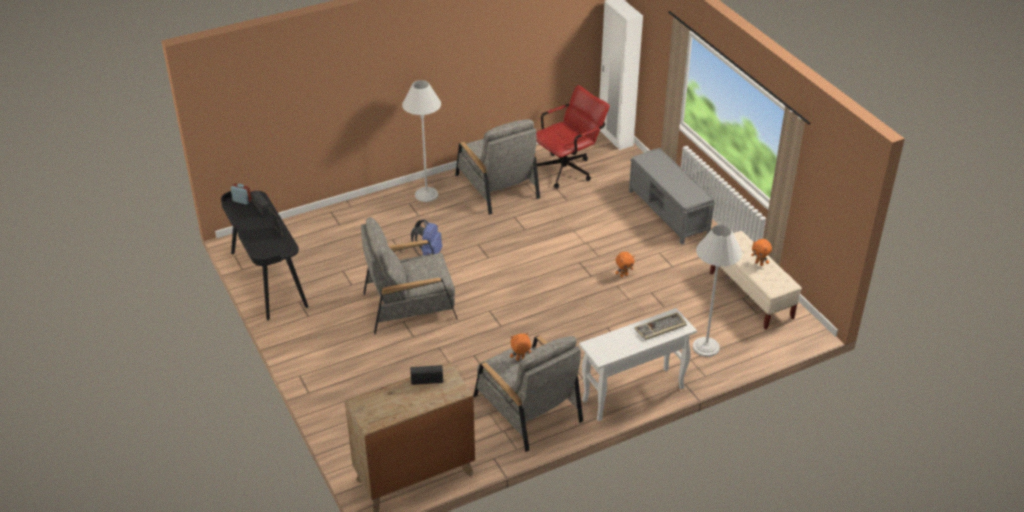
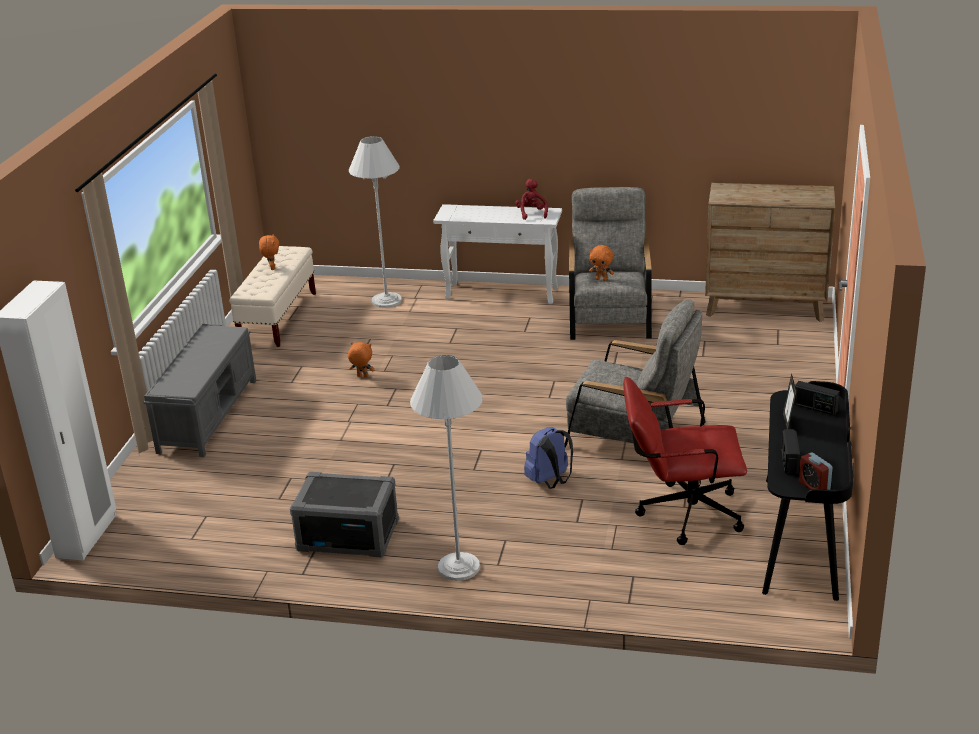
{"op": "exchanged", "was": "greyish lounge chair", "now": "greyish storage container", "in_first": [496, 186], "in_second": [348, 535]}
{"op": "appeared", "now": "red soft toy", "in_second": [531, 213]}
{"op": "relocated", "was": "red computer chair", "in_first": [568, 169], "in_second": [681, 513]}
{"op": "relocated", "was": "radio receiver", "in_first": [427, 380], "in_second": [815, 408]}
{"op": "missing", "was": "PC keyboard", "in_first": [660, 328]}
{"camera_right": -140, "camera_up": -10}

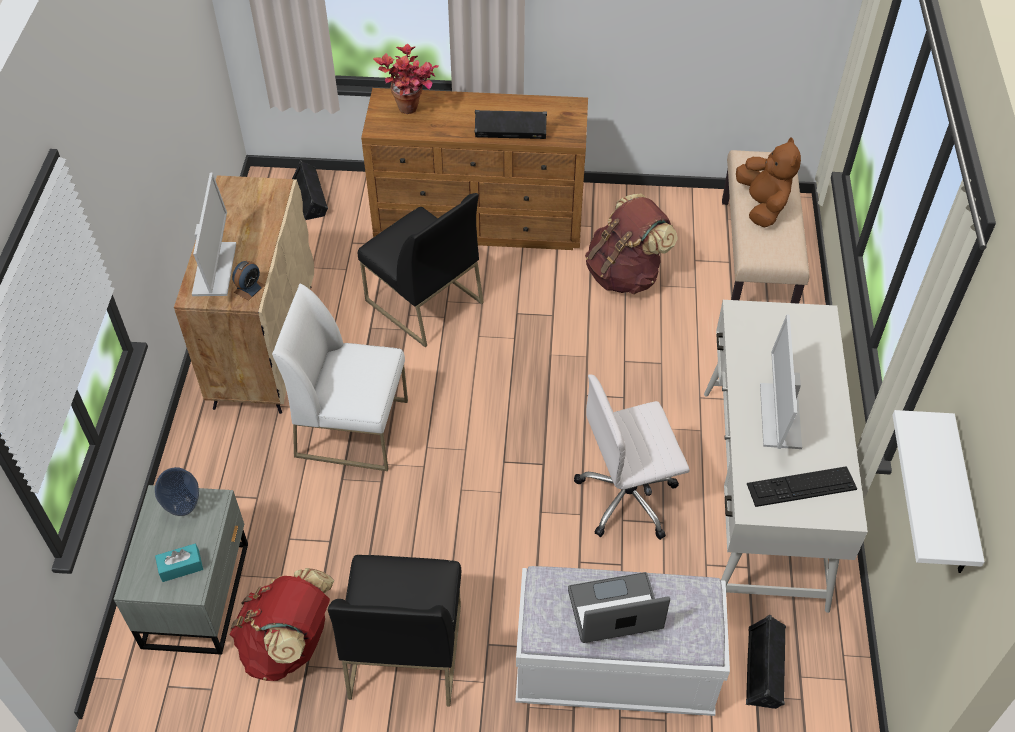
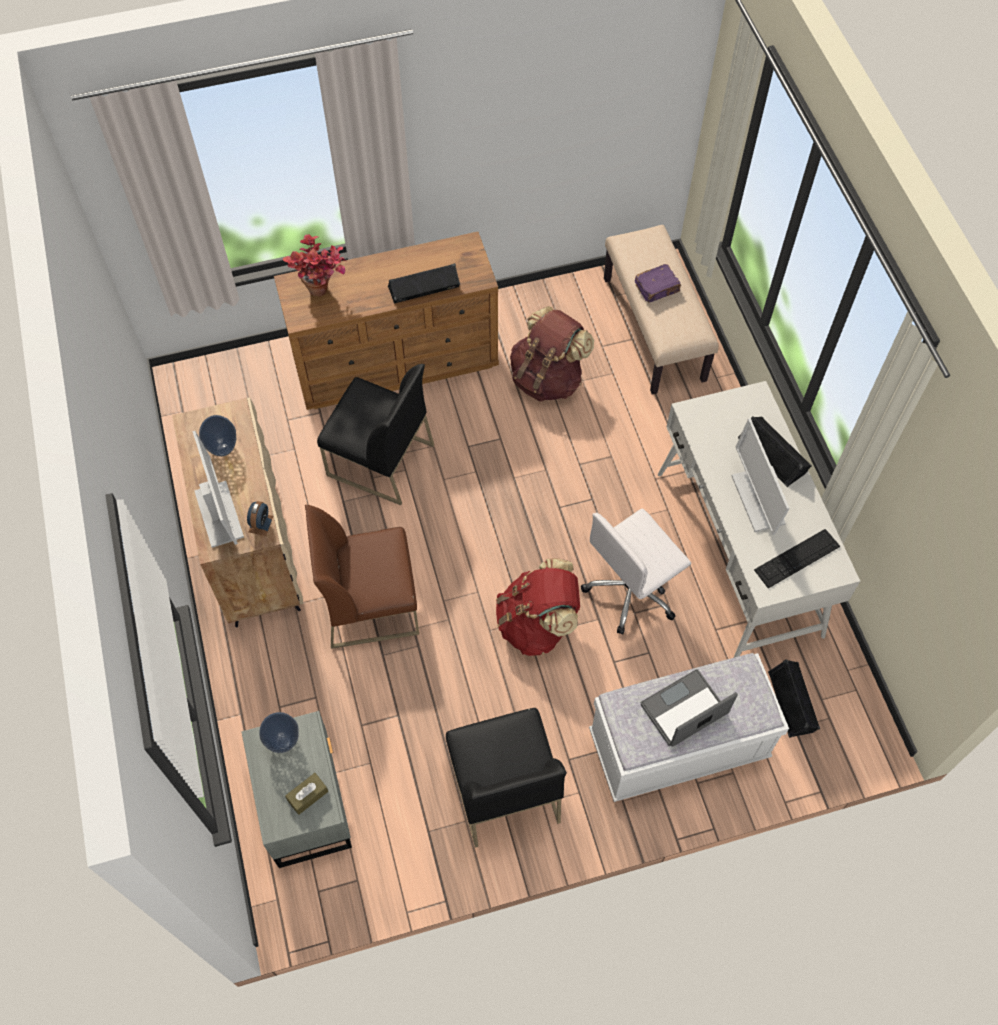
{"op": "appeared", "now": "decorative vase", "in_second": [222, 449]}
{"op": "colour", "was": "turquoise box of tissues", "now": "brownish box of tissues", "in_first": [181, 567], "in_second": [308, 795]}
{"op": "colour", "was": "white plain chair", "now": "brownish plain chair", "in_first": [353, 427], "in_second": [371, 603]}
{"op": "relocated", "was": "red backpack", "in_first": [289, 645], "in_second": [537, 624]}
{"op": "exchanged", "was": "brownish soft toy", "now": "purplish bound book", "in_first": [762, 206], "in_second": [657, 288]}
{"op": "relocated", "was": "blackish audio speaker", "in_first": [311, 197], "in_second": [774, 453]}
{"op": "missing", "was": "white bracket shelf", "in_first": [959, 501]}
{"camera_right": -20, "camera_up": 10}

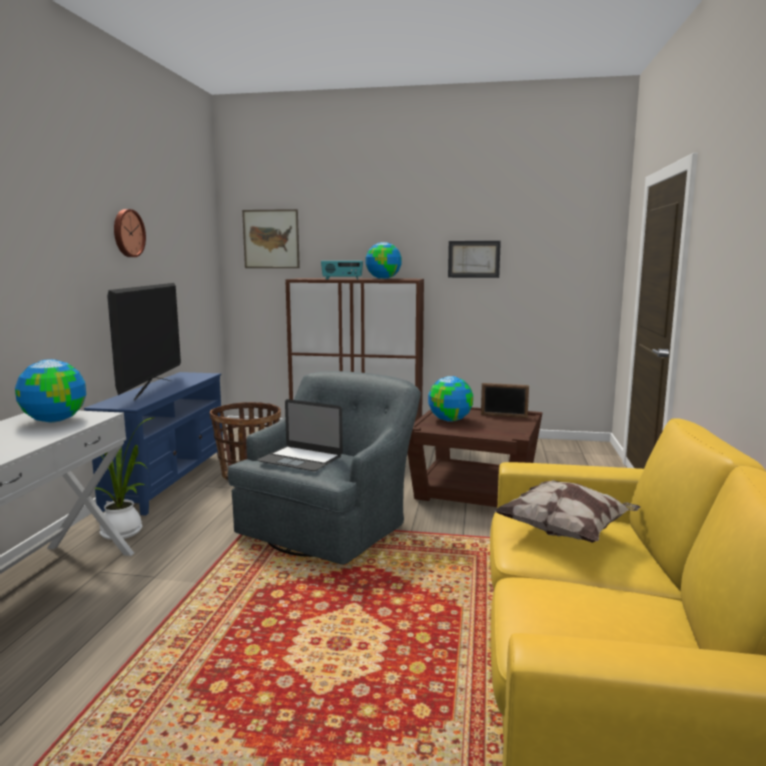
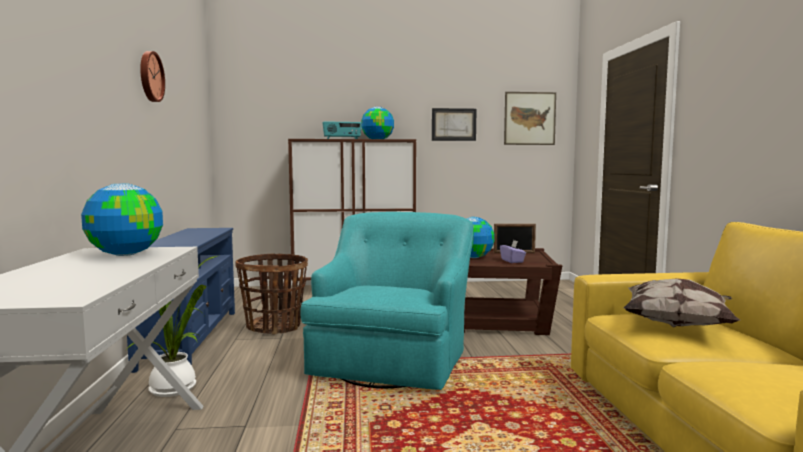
{"op": "colour", "was": "greyish lounge chair", "now": "turquoise lounge chair", "in_first": [331, 525], "in_second": [393, 359]}
{"op": "appeared", "now": "purplish box of tissues", "in_second": [512, 261]}
{"op": "relocated", "was": "picture", "in_first": [271, 239], "in_second": [529, 118]}
{"op": "missing", "was": "television", "in_first": [152, 390]}
{"op": "missing", "was": "notebook computer", "in_first": [300, 459]}
{"camera_right": -15, "camera_up": -5}

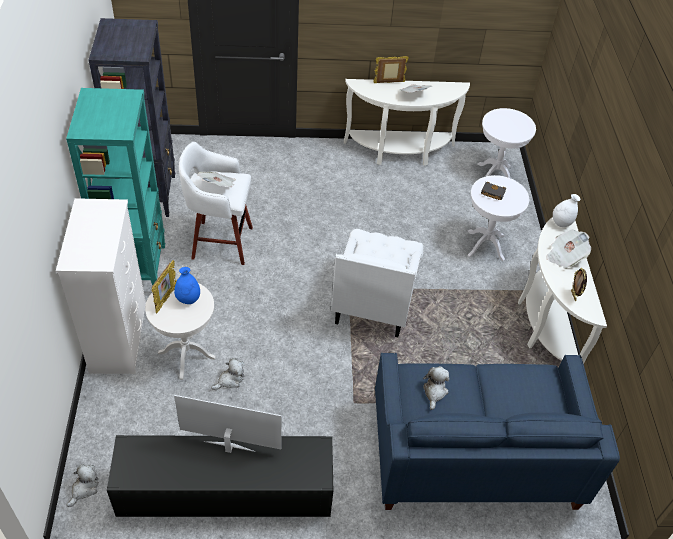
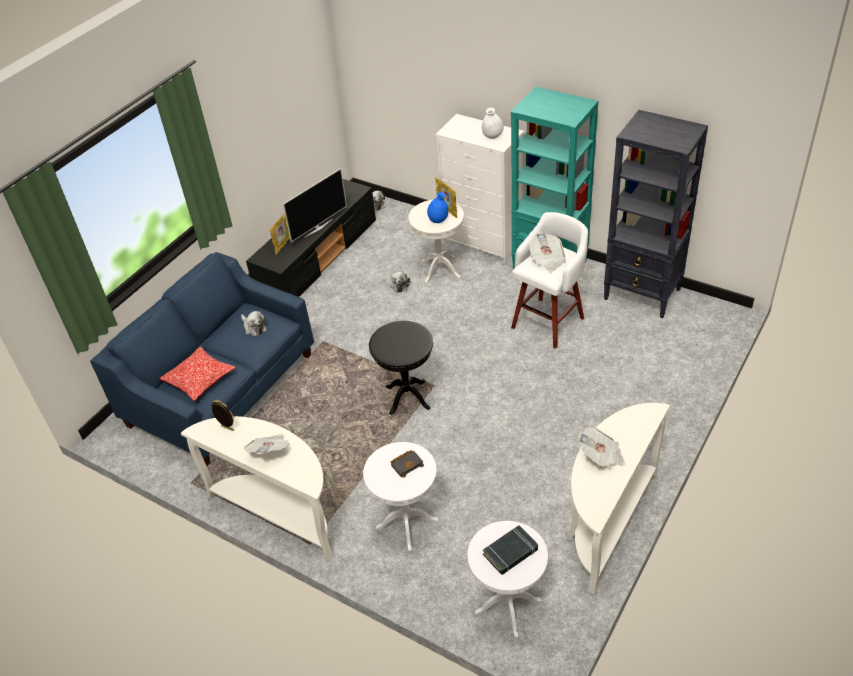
{"op": "appeared", "now": "throw pillow", "in_second": [199, 379]}
{"op": "relocated", "was": "photo frame", "in_first": [389, 83], "in_second": [283, 245]}
{"op": "exchanged", "was": "white lounge chair", "now": "blackish end table", "in_first": [374, 300], "in_second": [407, 397]}
{"op": "relocated", "was": "white decorative vase", "in_first": [561, 223], "in_second": [492, 137]}
{"op": "appeared", "now": "blackish bound book", "in_second": [510, 552]}
{"camera_right": 130, "camera_up": -5}

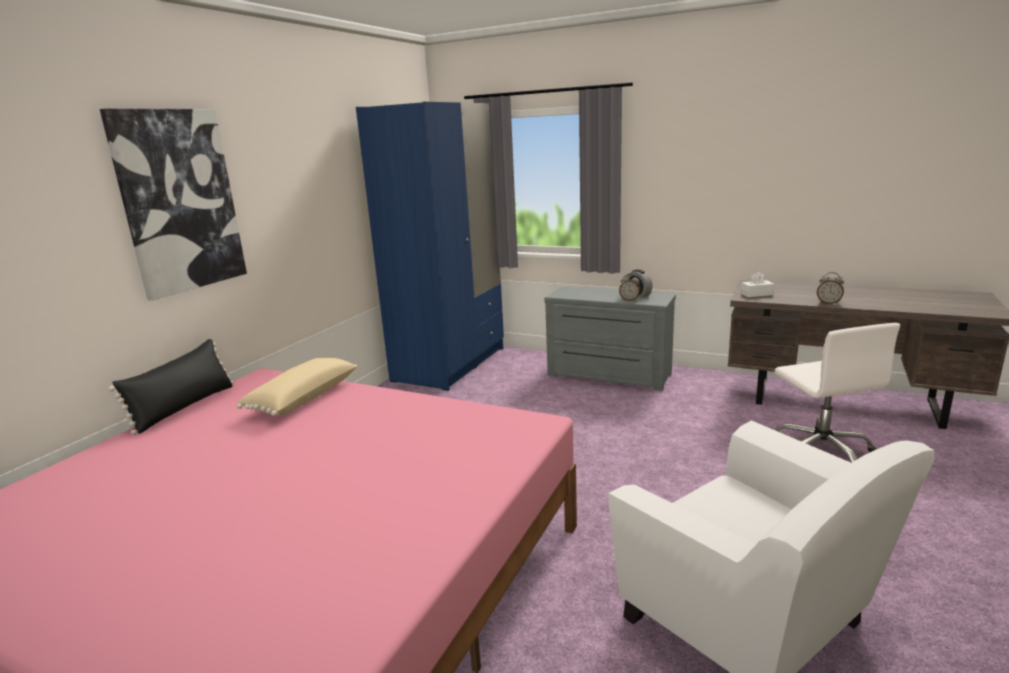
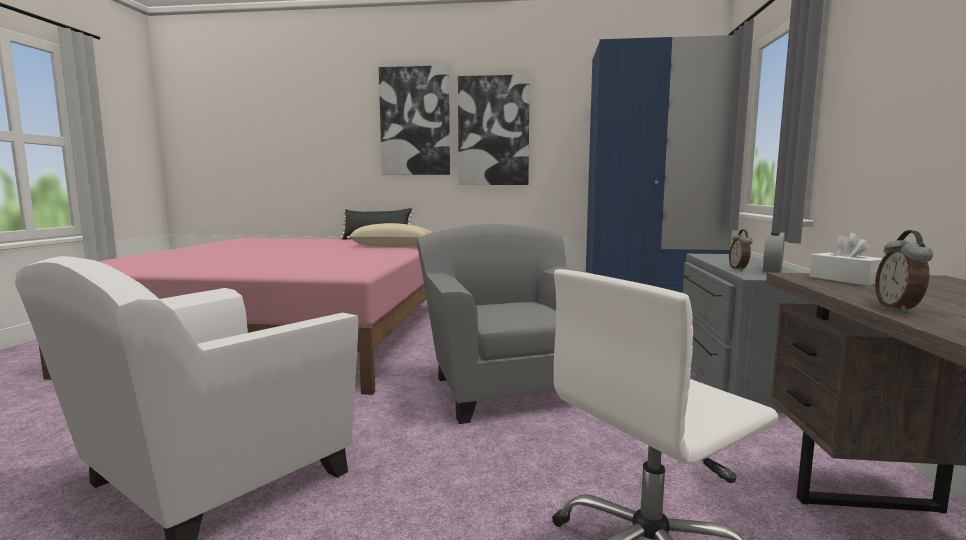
{"op": "appeared", "now": "greyish lounge chair", "in_second": [508, 387]}
{"op": "appeared", "now": "picture", "in_second": [493, 131]}
{"camera_right": 70, "camera_up": -10}

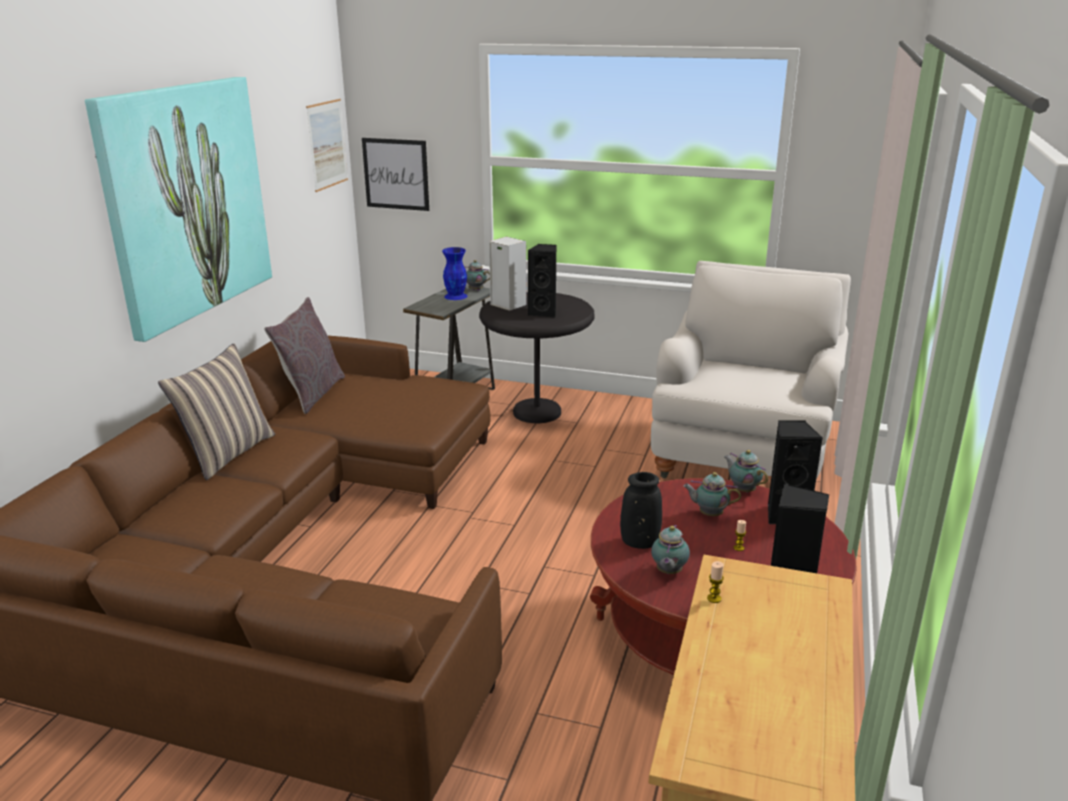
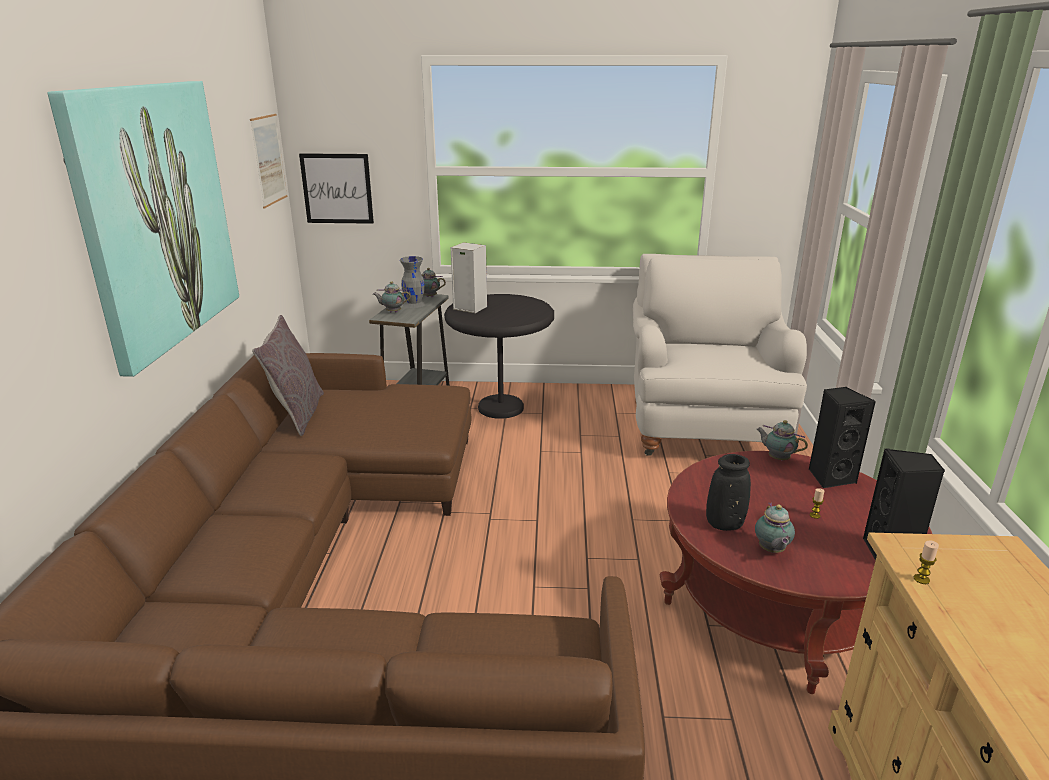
{"op": "relocated", "was": "tea pot", "in_first": [709, 514], "in_second": [392, 312]}
{"op": "colour", "was": "bluish decorative vase", "now": "greyish decorative vase", "in_first": [456, 296], "in_second": [414, 304]}
{"op": "missing", "was": "throw pillow", "in_first": [228, 453]}
{"op": "missing", "was": "blackish audio speaker", "in_first": [544, 312]}
{"camera_right": -15, "camera_up": 0}

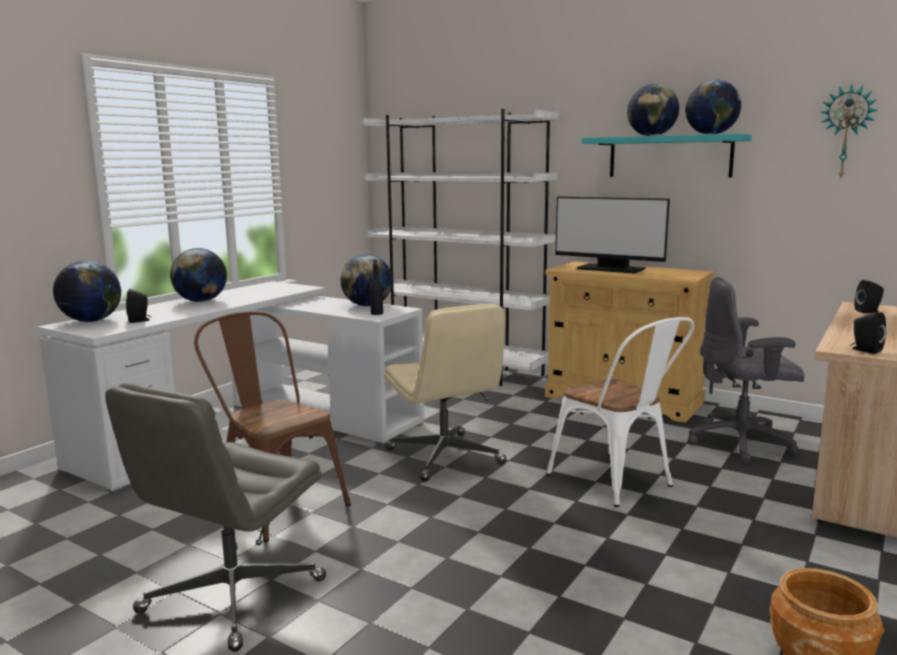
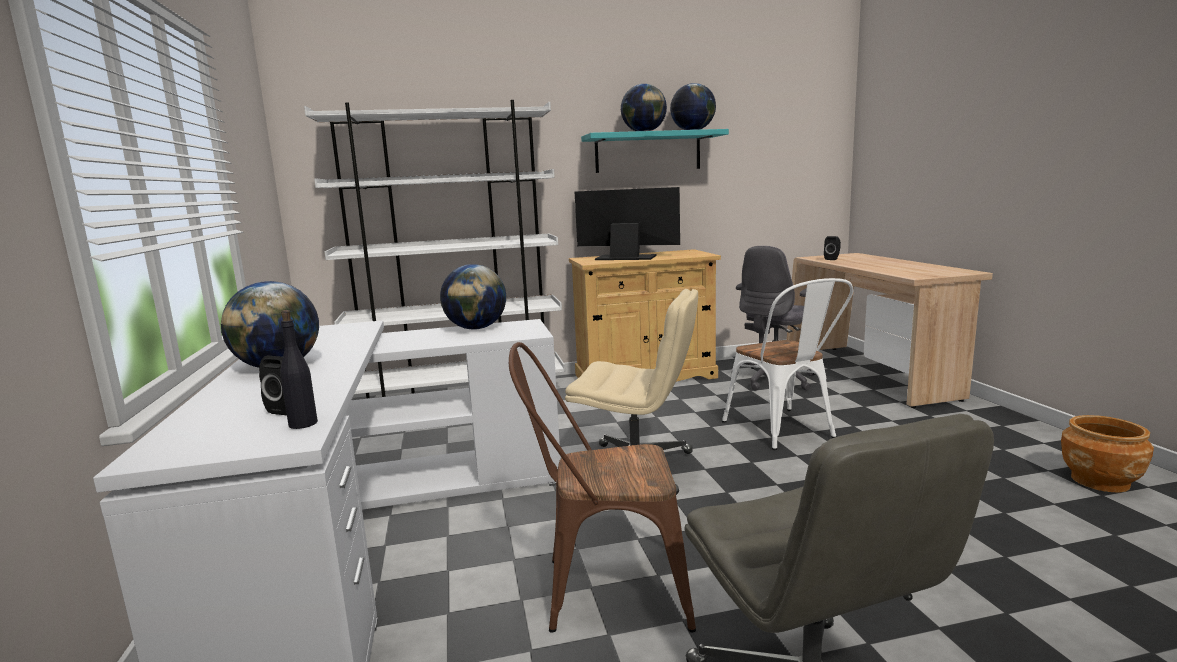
{"op": "relocated", "was": "blackish bottle", "in_first": [377, 313], "in_second": [303, 424]}
{"op": "spun", "was": "computer screen", "in_first": [610, 269], "in_second": [626, 257], "clockwise": -150}
{"op": "spun", "was": "white plain chair", "in_first": [617, 482], "in_second": [784, 432], "clockwise": 60}
{"op": "missing", "was": "globe", "in_first": [91, 321]}
{"op": "missing", "was": "hanging clock", "in_first": [846, 132]}
{"op": "missing", "was": "blackish audio speaker", "in_first": [864, 350]}
{"camera_right": -45, "camera_up": 0}

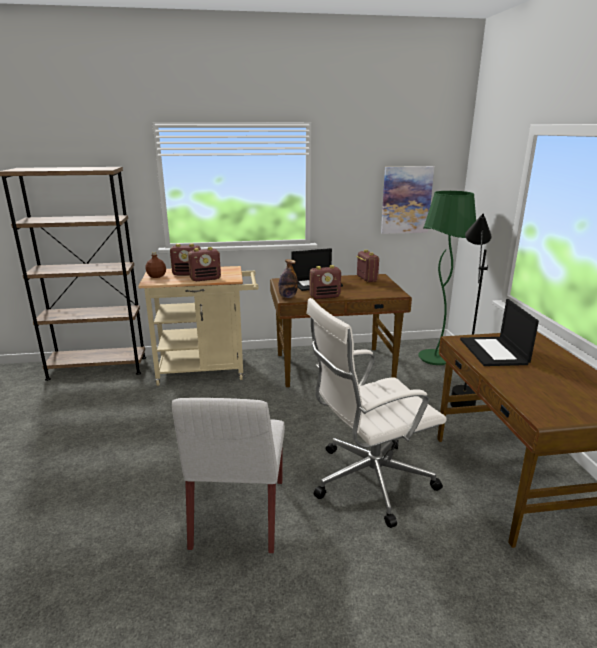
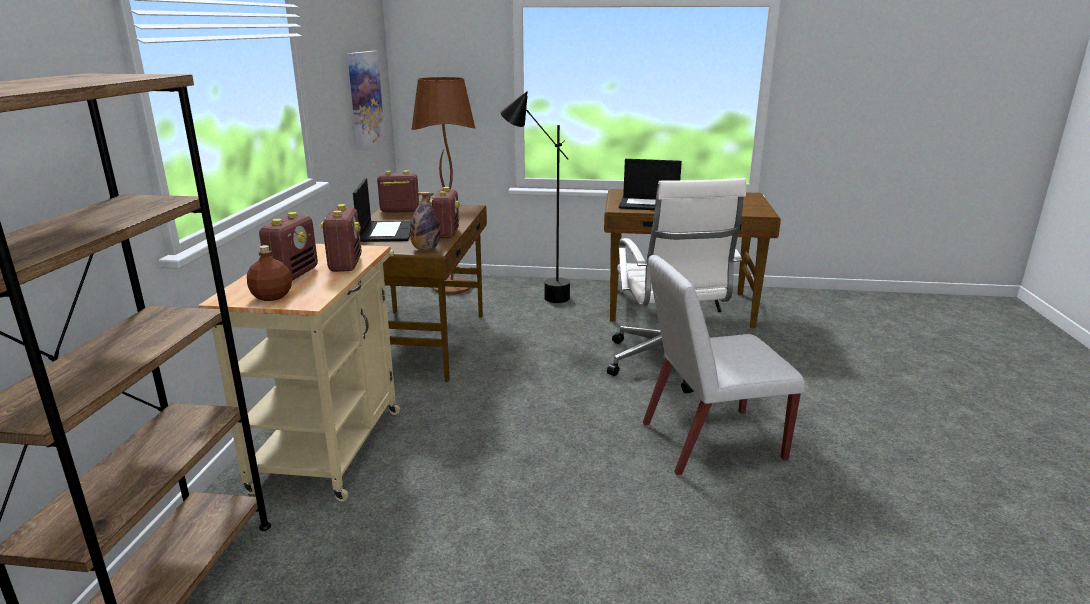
{"op": "colour", "was": "green floor lamp", "now": "brownish floor lamp", "in_first": [434, 358], "in_second": [452, 288]}
{"op": "spun", "was": "white plain chair", "in_first": [238, 514], "in_second": [710, 442], "clockwise": 150}
{"camera_right": -75, "camera_up": 0}

